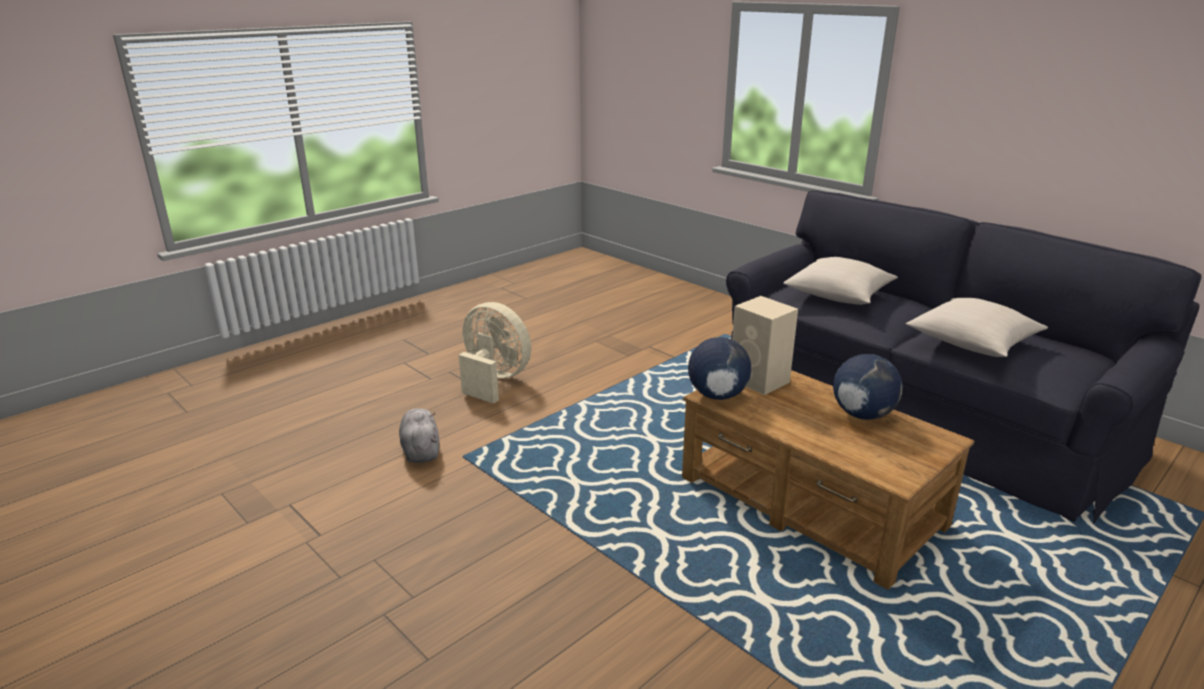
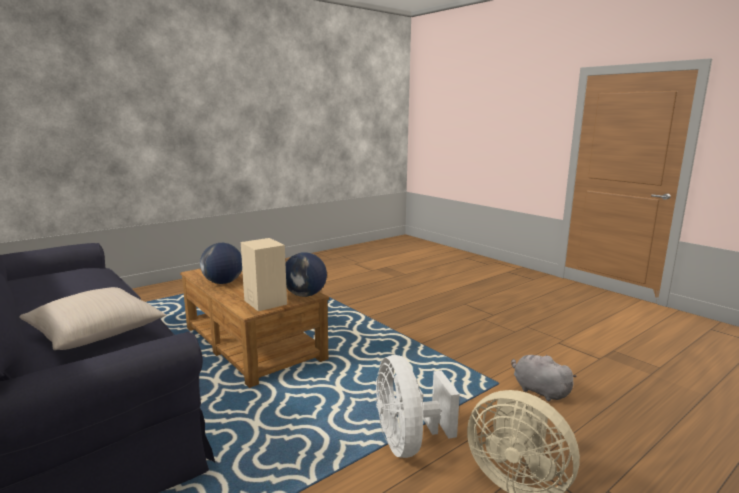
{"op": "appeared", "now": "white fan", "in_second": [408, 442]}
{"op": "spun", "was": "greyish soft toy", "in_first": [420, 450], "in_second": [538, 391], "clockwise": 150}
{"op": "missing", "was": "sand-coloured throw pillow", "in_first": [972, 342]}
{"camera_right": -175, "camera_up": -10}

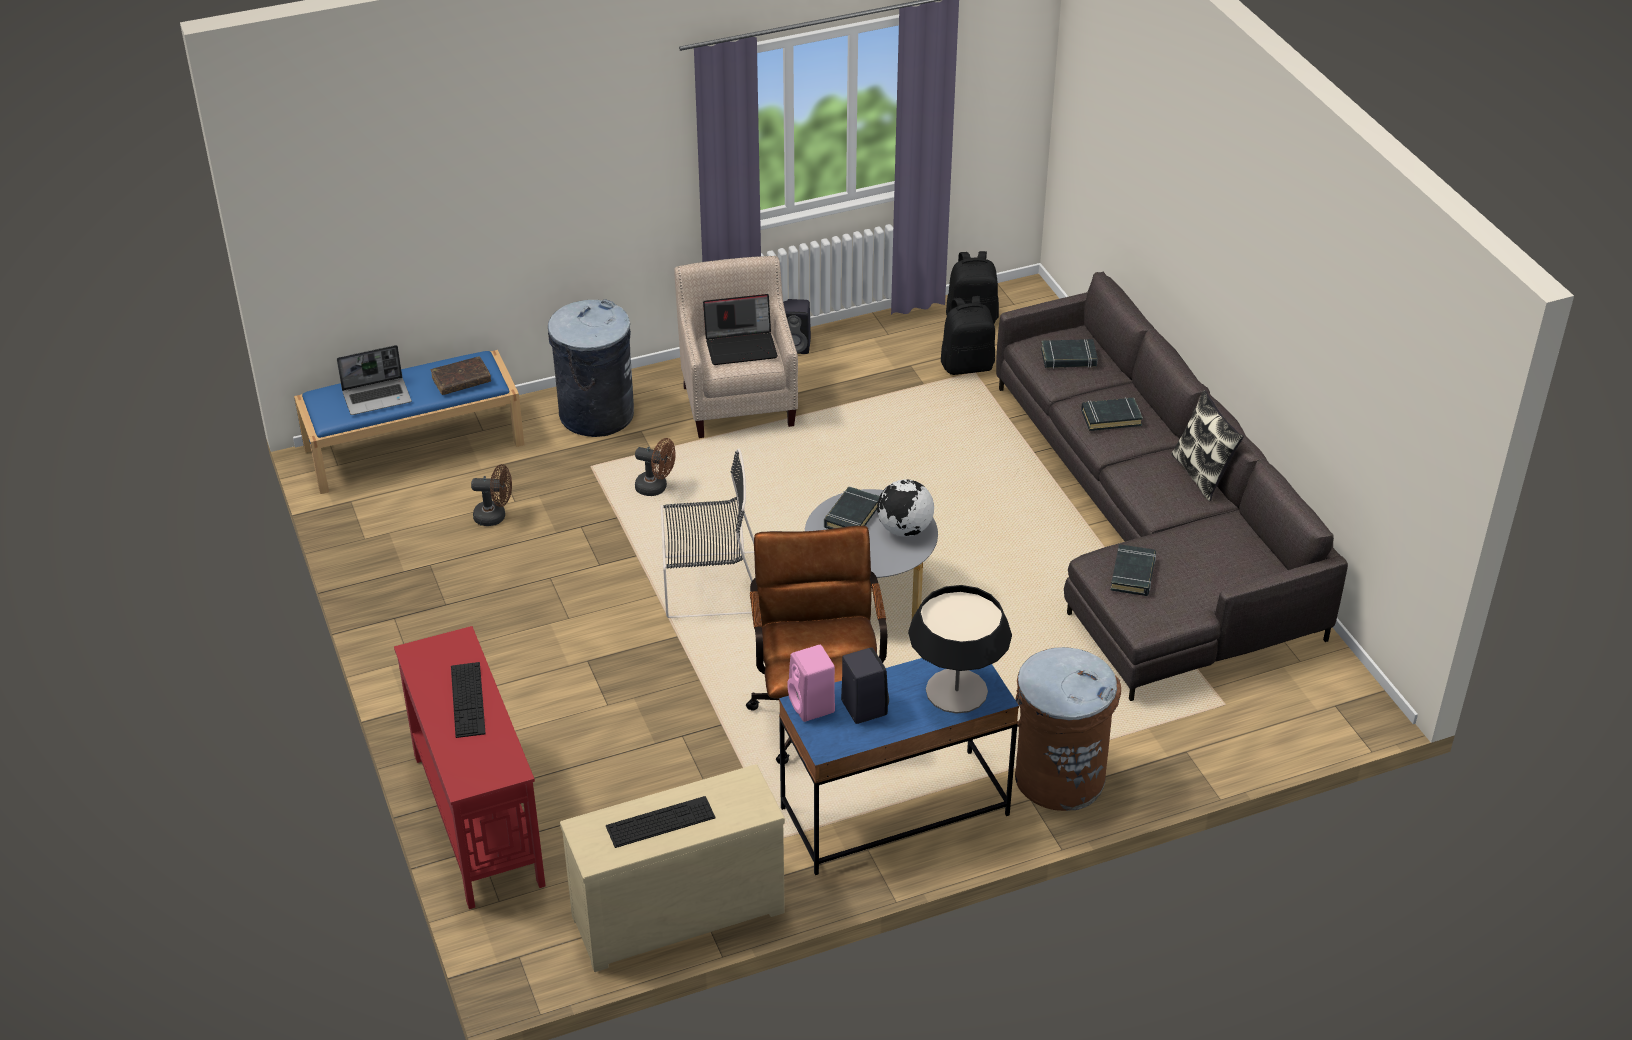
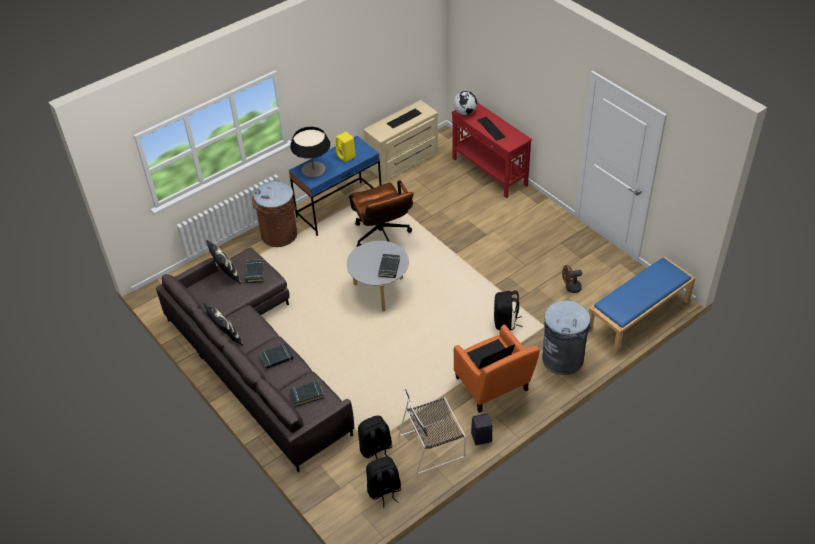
{"op": "appeared", "now": "throw pillow", "in_second": [227, 274]}
{"op": "colour", "was": "blackish audio speaker", "now": "yellow-coloured audio speaker", "in_first": [863, 706], "in_second": [346, 156]}
{"op": "relocated", "was": "blackish plain chair", "in_first": [708, 585], "in_second": [433, 445]}
{"op": "relocated", "was": "globe", "in_first": [904, 530], "in_second": [465, 112]}
{"op": "colour", "was": "sand-coloured lounge chair", "now": "orangey lounge chair", "in_first": [739, 400], "in_second": [493, 388]}
{"op": "exchanged", "was": "brownish fan", "now": "blackish backpack", "in_first": [656, 488], "in_second": [505, 322]}
{"op": "missing", "was": "notebook computer", "in_first": [377, 397]}
{"op": "missing", "was": "brownish bound book", "in_first": [461, 381]}
{"op": "missing", "was": "pinkish audio speaker", "in_first": [813, 706]}
{"camera_right": 165, "camera_up": 5}

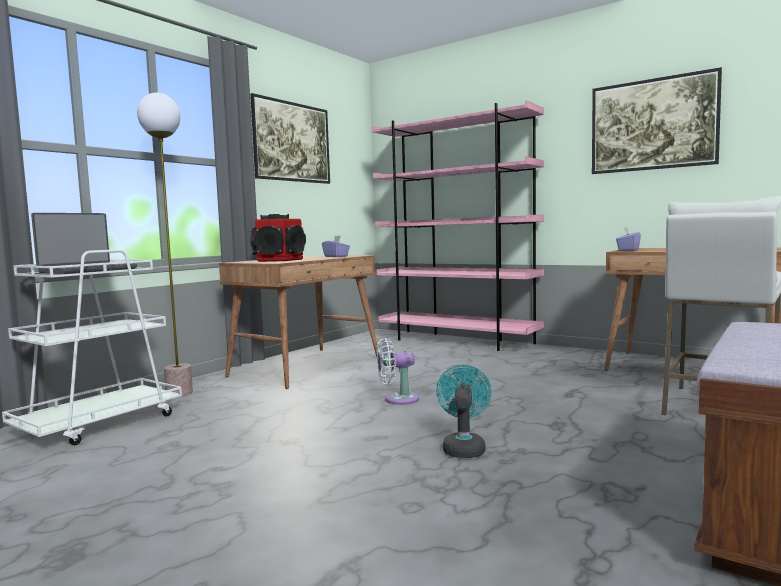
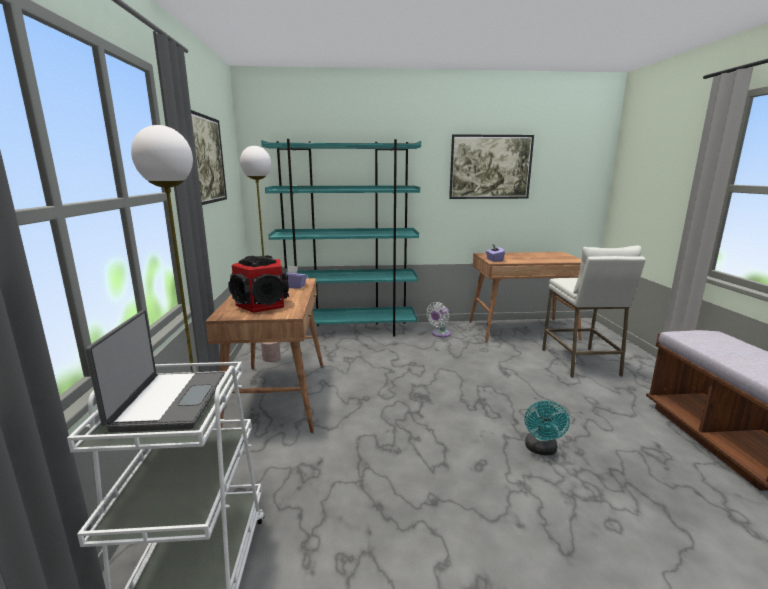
{"op": "appeared", "now": "floor lamp", "in_second": [271, 358]}
{"op": "colour", "was": "pinkish bookcase", "now": "turquoise bookcase", "in_first": [457, 341], "in_second": [348, 330]}
{"op": "relocated", "was": "white fan", "in_first": [397, 399], "in_second": [440, 334]}
{"op": "spun", "was": "turquoise fan", "in_first": [463, 447], "in_second": [541, 450], "clockwise": -135}
{"camera_right": -40, "camera_up": 10}

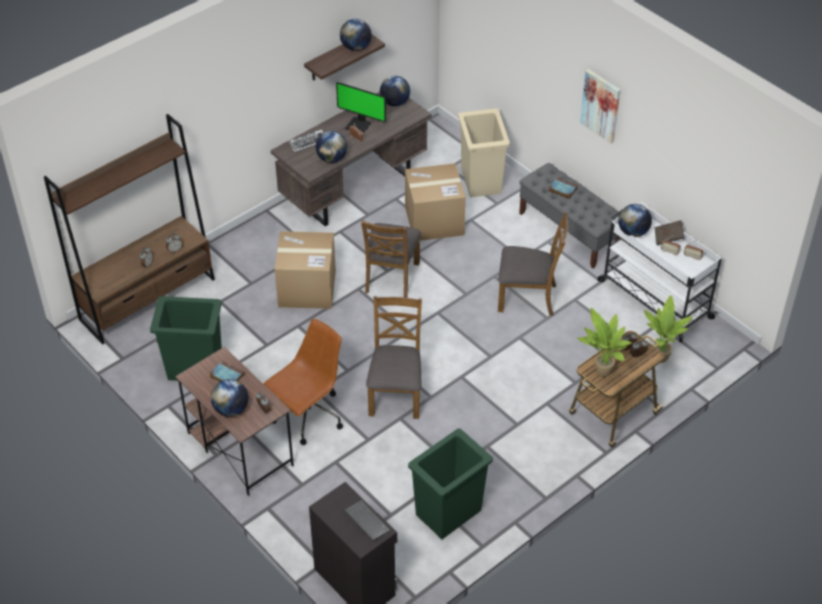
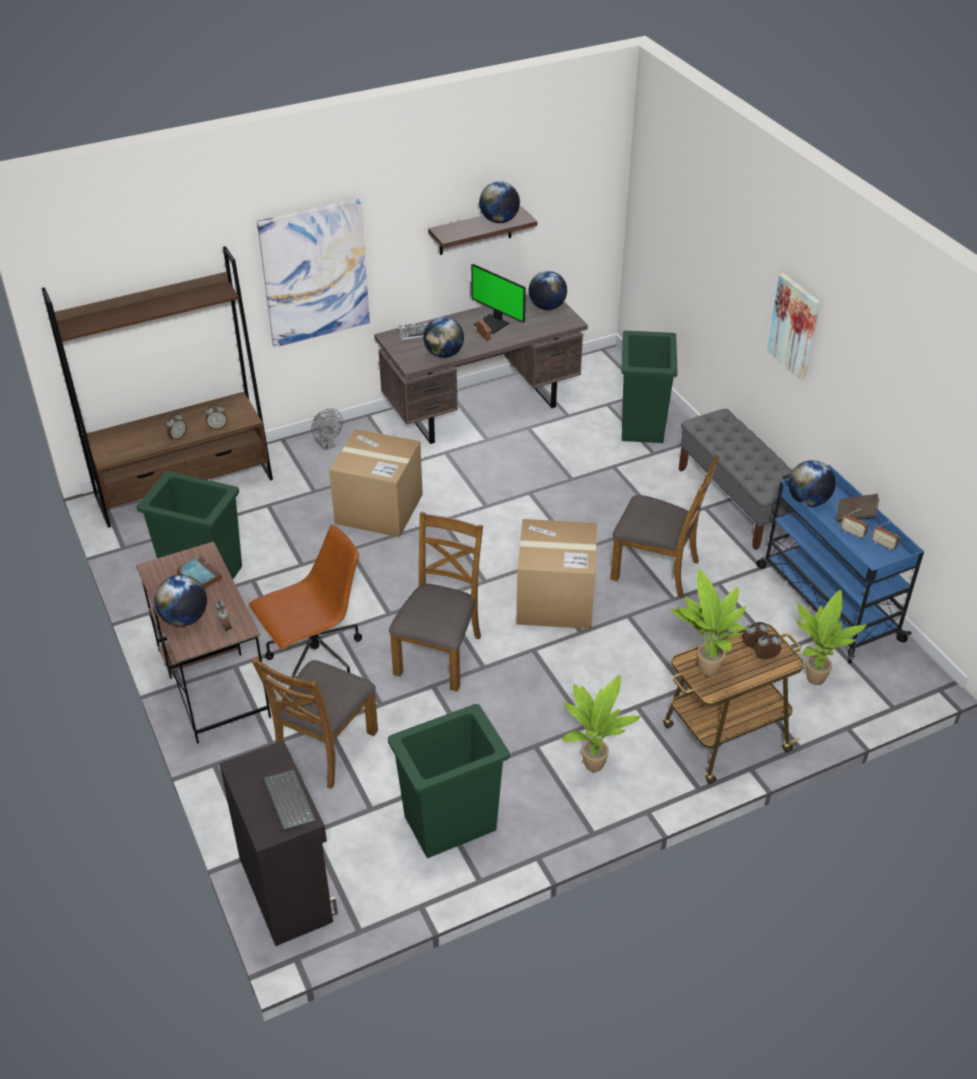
{"op": "relocated", "was": "brownish plain chair", "in_first": [391, 277], "in_second": [324, 747]}
{"op": "appeared", "now": "picture", "in_second": [315, 273]}
{"op": "appeared", "now": "greyish fan", "in_second": [327, 445]}
{"op": "relocated", "was": "packing box", "in_first": [434, 221], "in_second": [555, 600]}
{"op": "appeared", "now": "plant in a pot", "in_second": [591, 763]}
{"op": "colour", "was": "sand-coloured waste bin", "now": "green waste bin", "in_first": [480, 181], "in_second": [641, 426]}
{"op": "colour", "was": "white cart", "now": "bluish cart", "in_first": [653, 299], "in_second": [827, 601]}
{"op": "missing", "was": "bound book", "in_first": [562, 189]}
{"camera_right": 15, "camera_up": -5}

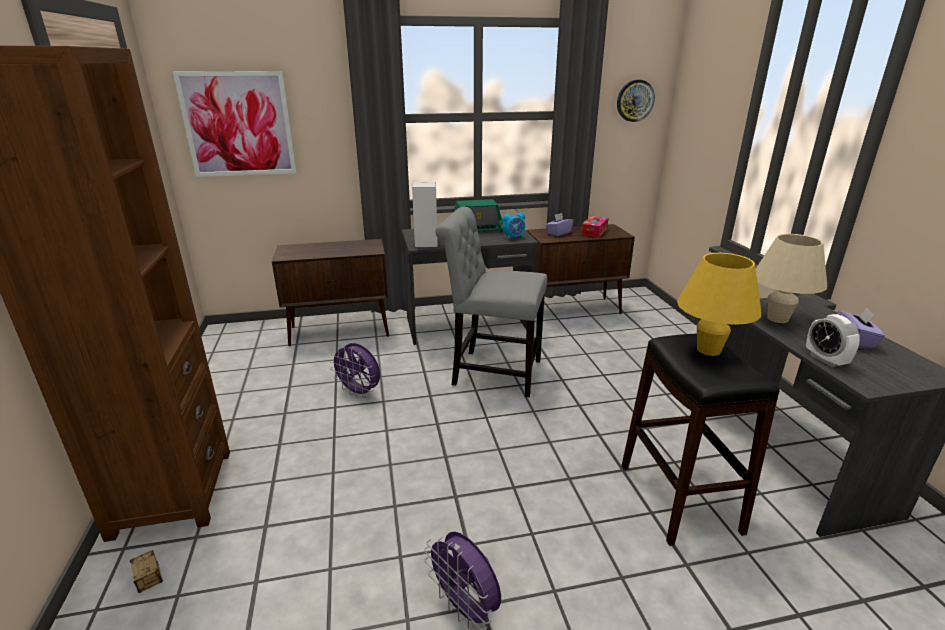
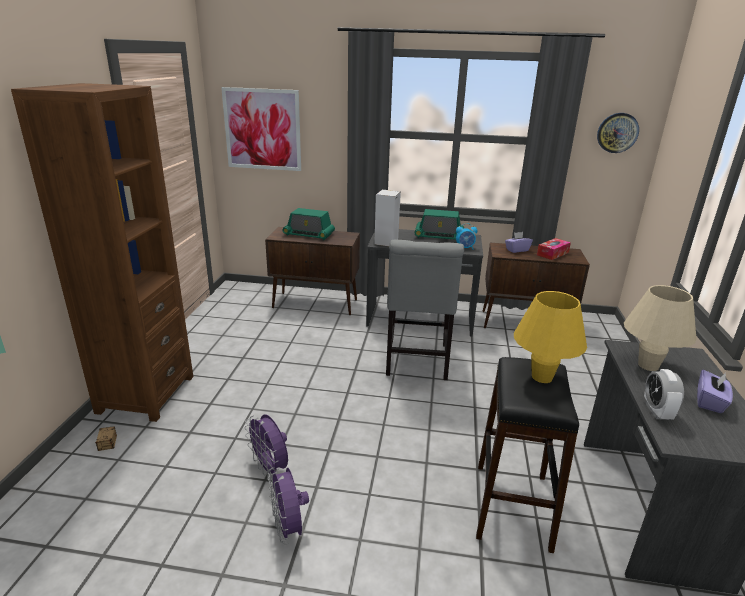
{"op": "relocated", "was": "purplish fan", "in_first": [359, 392], "in_second": [270, 468]}
{"op": "appeared", "now": "radio receiver", "in_second": [309, 234]}
{"op": "spun", "was": "greyish plain chair", "in_first": [492, 372], "in_second": [416, 362], "clockwise": -120}
{"camera_right": 20, "camera_up": 0}

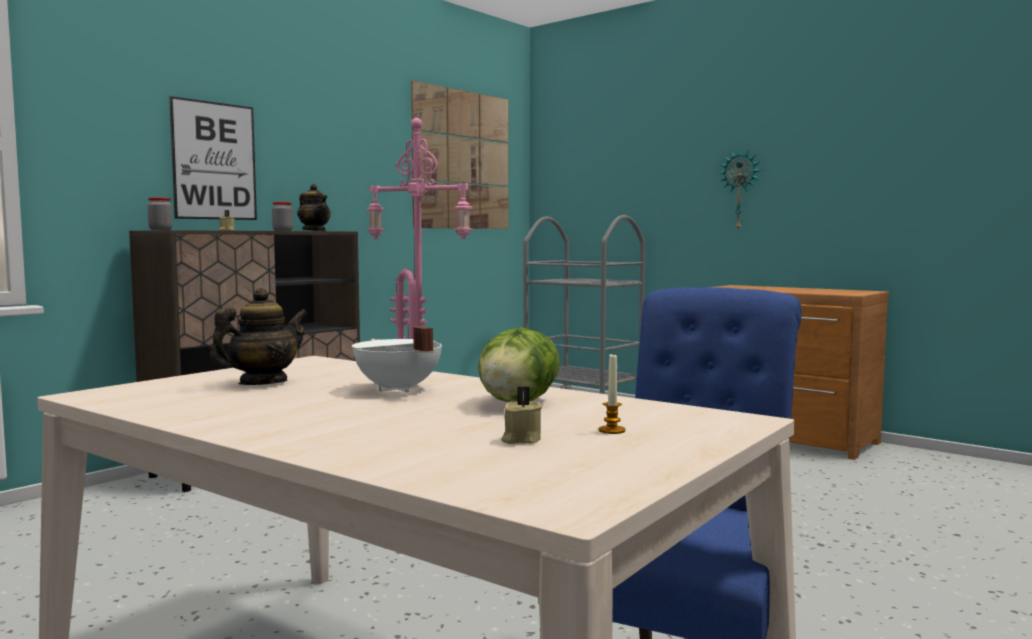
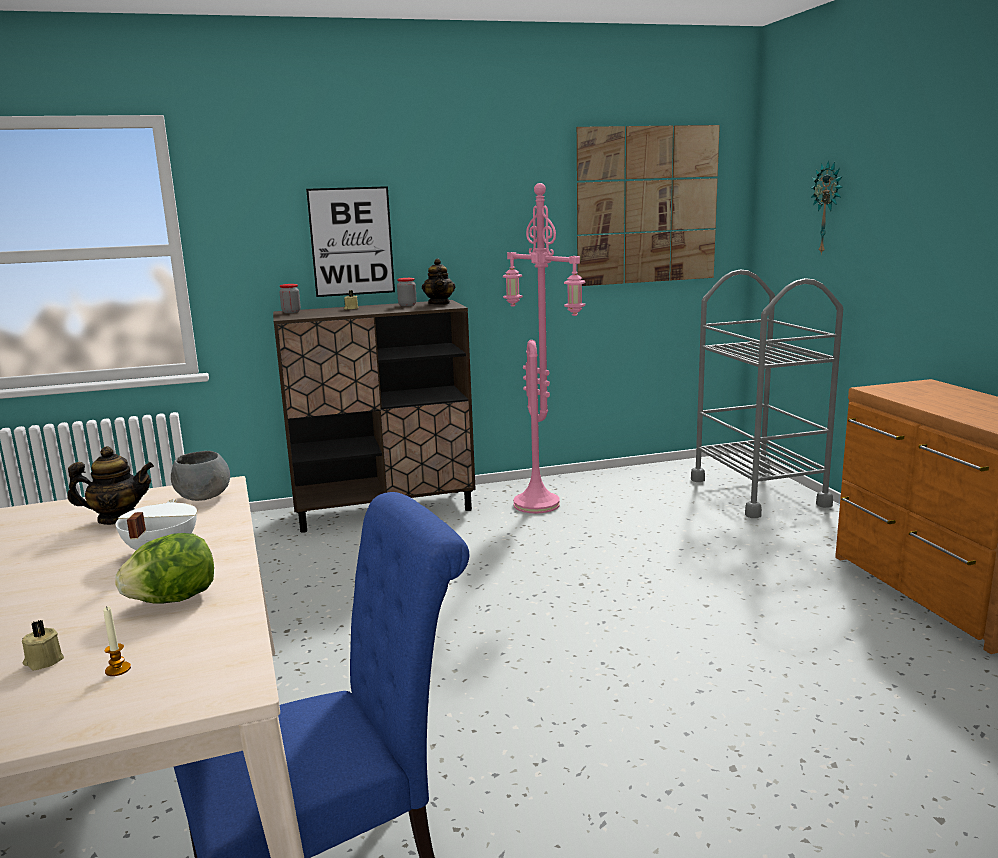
{"op": "appeared", "now": "greyish deep dish", "in_second": [203, 497]}
{"op": "relocated", "was": "hanging clock", "in_first": [740, 190], "in_second": [828, 208]}
{"camera_right": 35, "camera_up": 10}

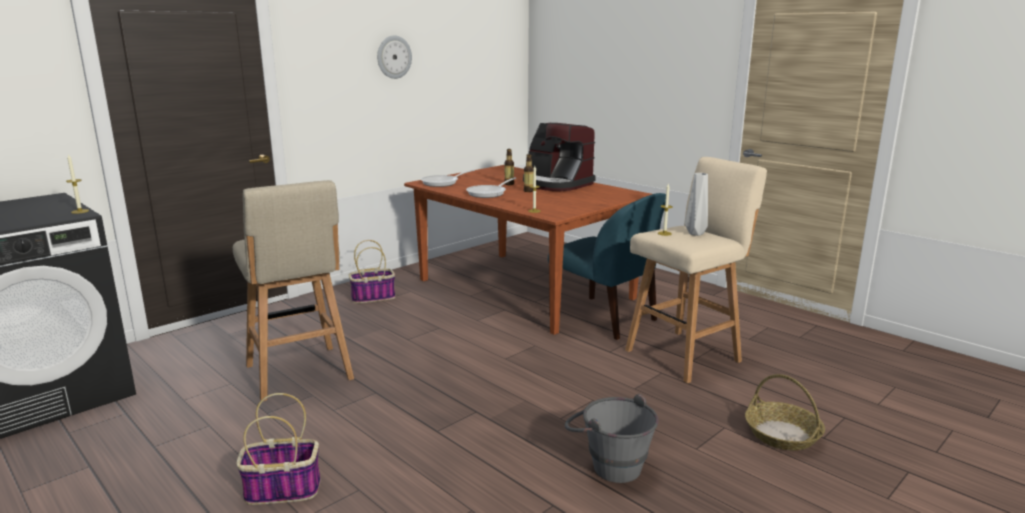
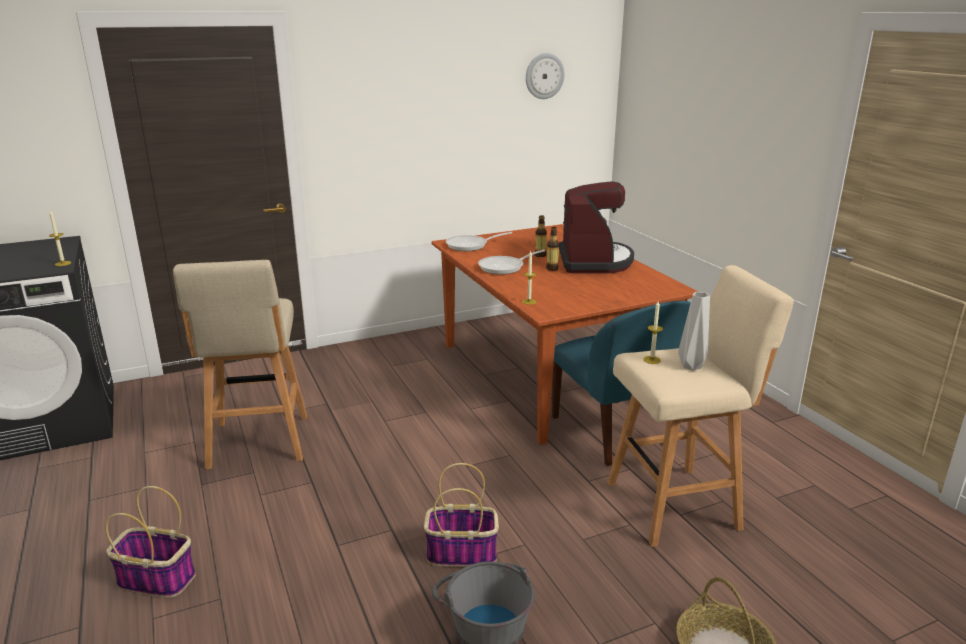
{"op": "relocated", "was": "household basket", "in_first": [373, 297], "in_second": [463, 553]}
{"op": "relocated", "was": "hanging clock", "in_first": [393, 57], "in_second": [544, 76]}
{"op": "spun", "was": "coffee maker", "in_first": [556, 184], "in_second": [594, 261], "clockwise": -150}
{"camera_right": 20, "camera_up": 5}

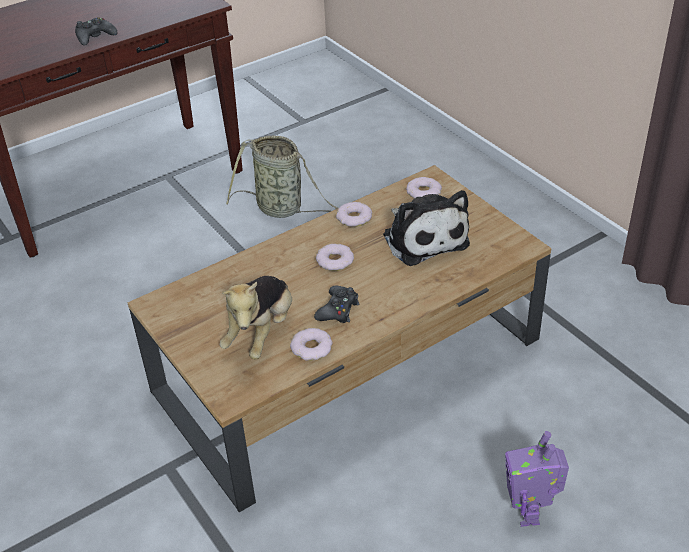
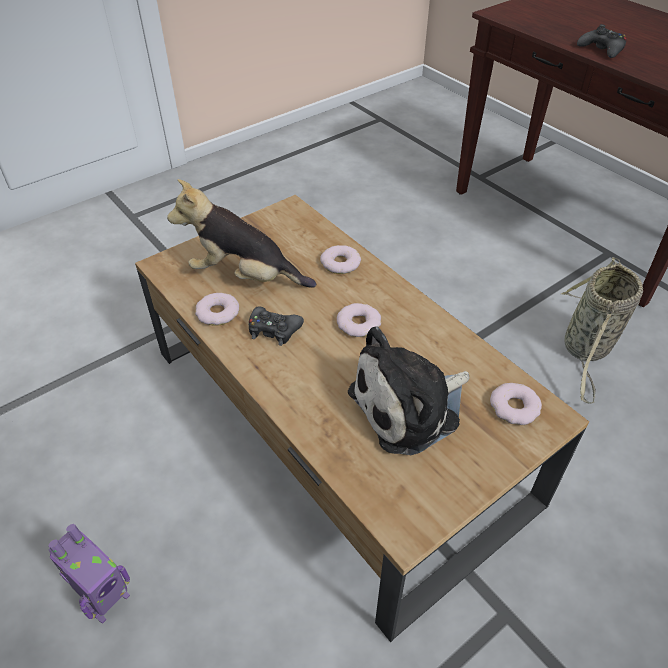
{"op": "spun", "was": "model robot", "in_first": [529, 512], "in_second": [107, 601], "clockwise": 135}
{"op": "relocated", "was": "ring doughnut", "in_first": [354, 218], "in_second": [340, 263]}
{"camera_right": 85, "camera_up": 5}

